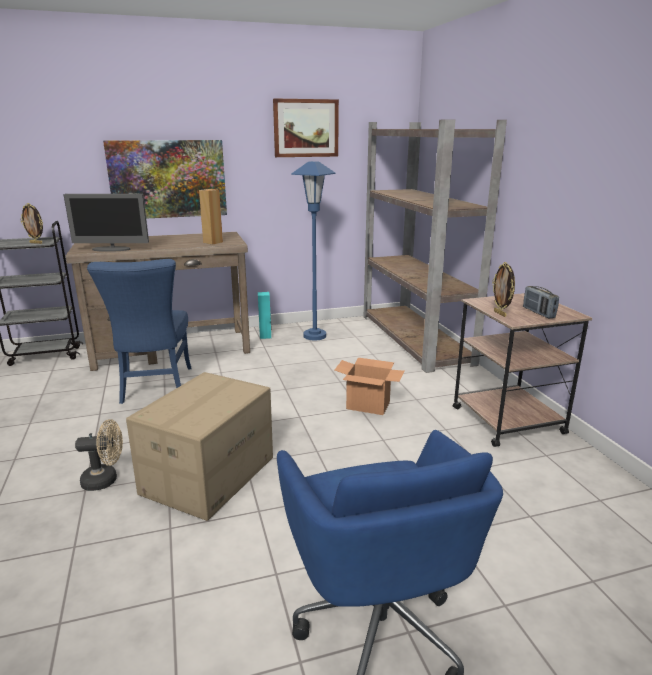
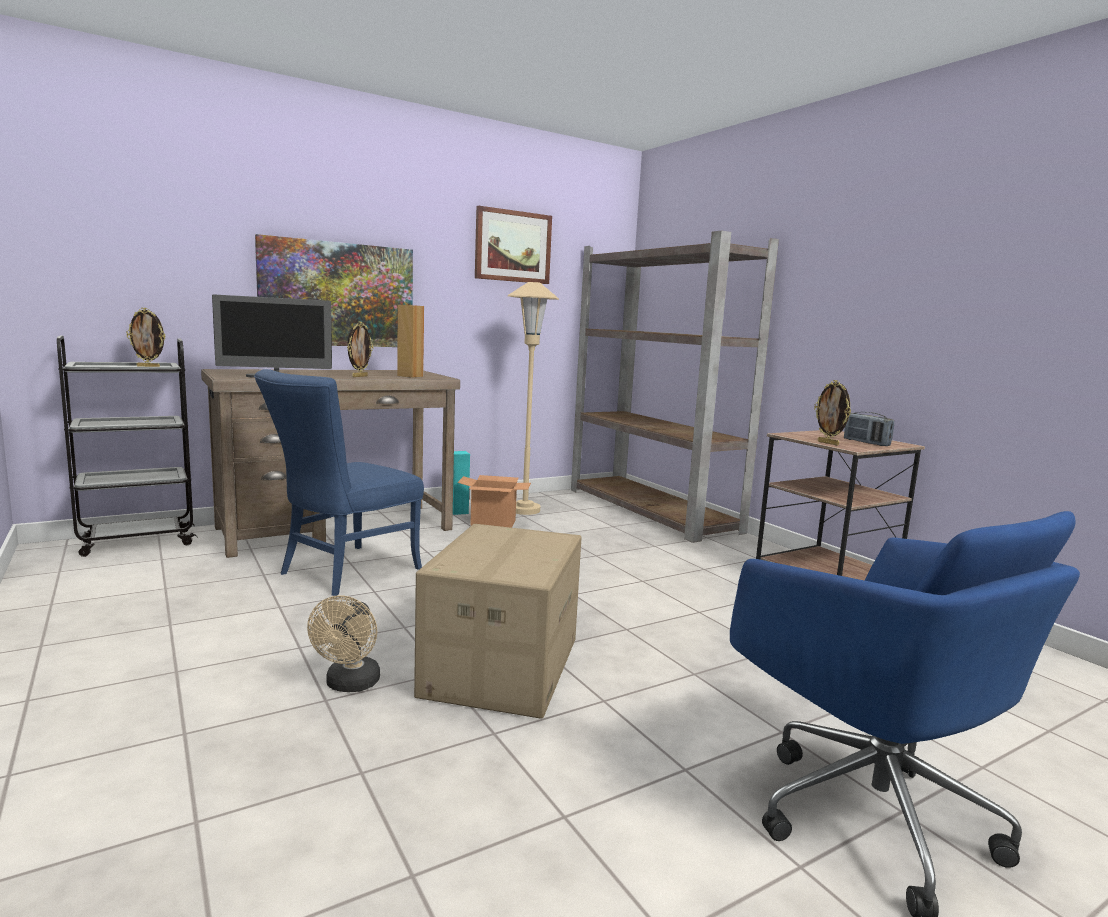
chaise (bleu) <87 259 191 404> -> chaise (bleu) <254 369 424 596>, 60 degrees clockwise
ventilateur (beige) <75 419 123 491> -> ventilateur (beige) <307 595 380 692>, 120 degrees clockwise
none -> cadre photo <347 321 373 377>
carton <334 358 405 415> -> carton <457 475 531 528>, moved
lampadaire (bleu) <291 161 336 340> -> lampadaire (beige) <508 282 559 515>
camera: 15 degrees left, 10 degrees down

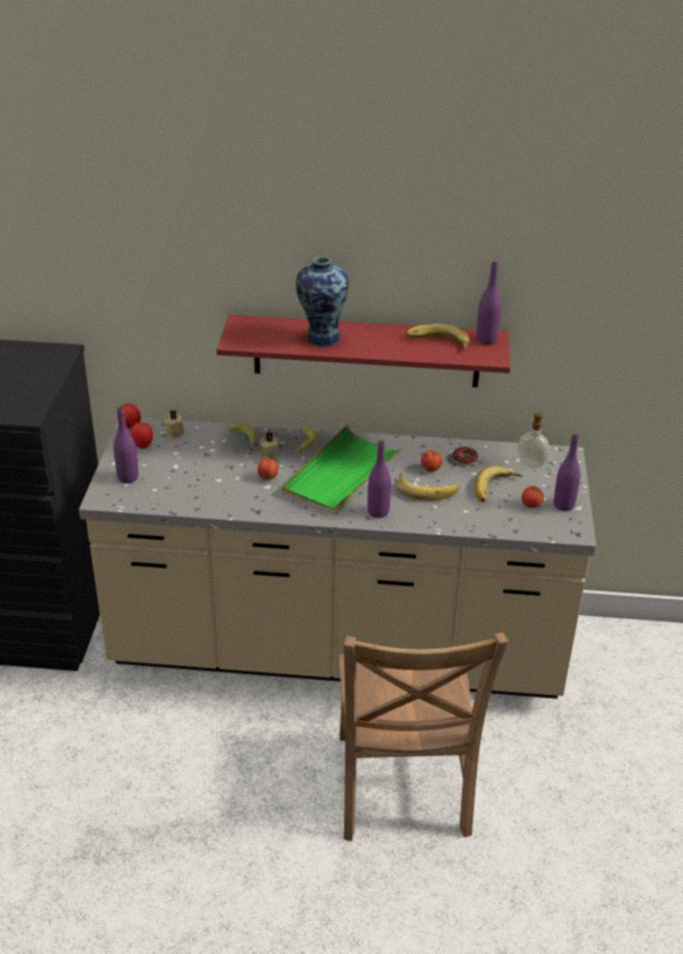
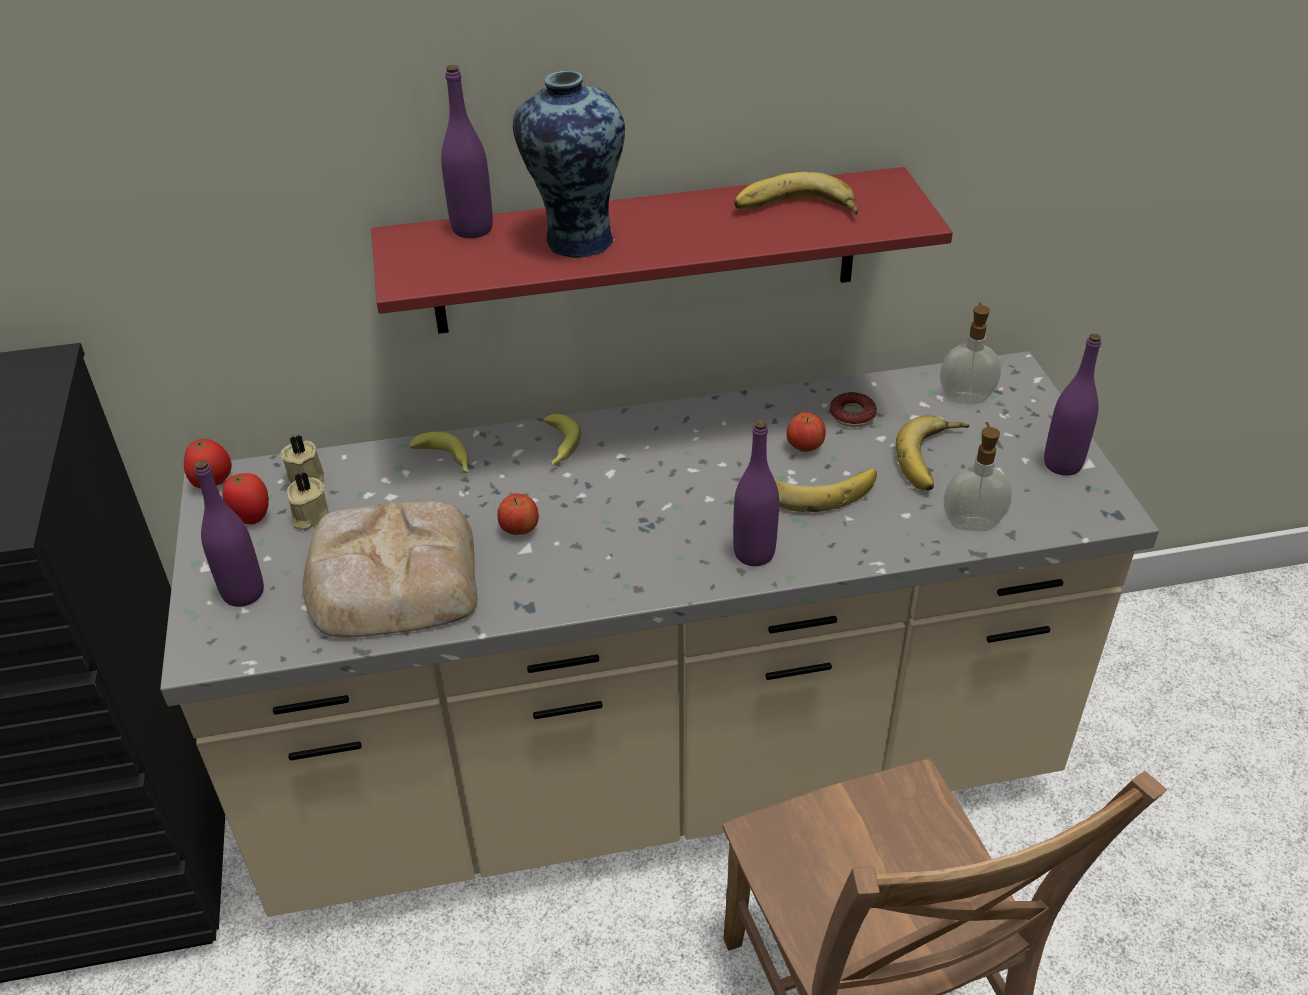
bougie (beige) <260 432 279 460> -> bougie (beige) <287 472 329 531>, moved
none -> pain <302 501 477 637>
bouteille (violet) <476 261 502 345> -> bouteille (violet) <441 65 493 238>, moved
none -> distributeur de savon <944 422 1012 531>
plateau (vert) <282 425 405 515> -> none
pomme <522 486 544 508> -> none
camera: 15 degrees left, 5 degrees up

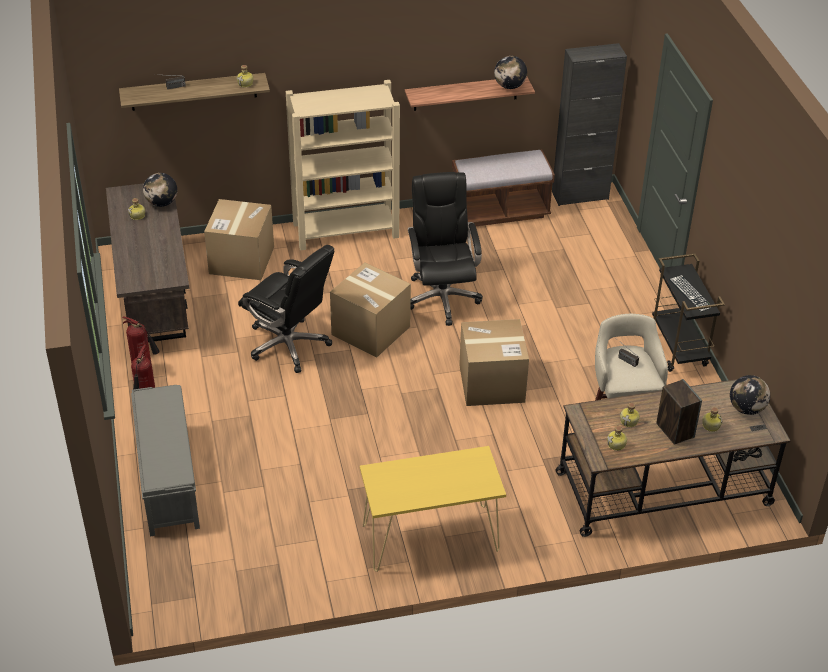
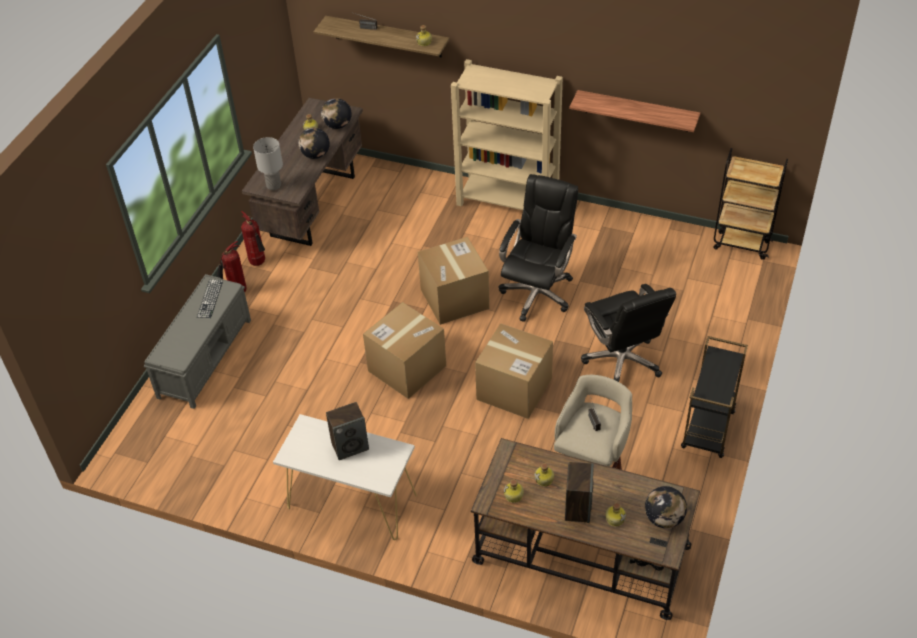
clavier <669 275 713 312> -> clavier <197 280 223 318>, moved
none -> lampe de table (gris) <253 137 283 190>
table console (jaune) <360 446 506 572> -> table console (blanc) <273 414 417 540>
globe <494 56 527 89> -> globe <298 128 330 159>, moved
none -> enceinte <326 402 369 460>
carton <204 199 274 280> -> carton <363 302 446 399>, moved
chaise de bureau (noir) <238 245 335 373> -> chaise de bureau (noir) <581 284 676 382>, moved
meuble de rangement (noir) <552 43 627 206> -> chariot (marron) <713 148 788 260>
banc (marron) <452 150 555 226> -> none
camera: 35 degrees right, 5 degrees up

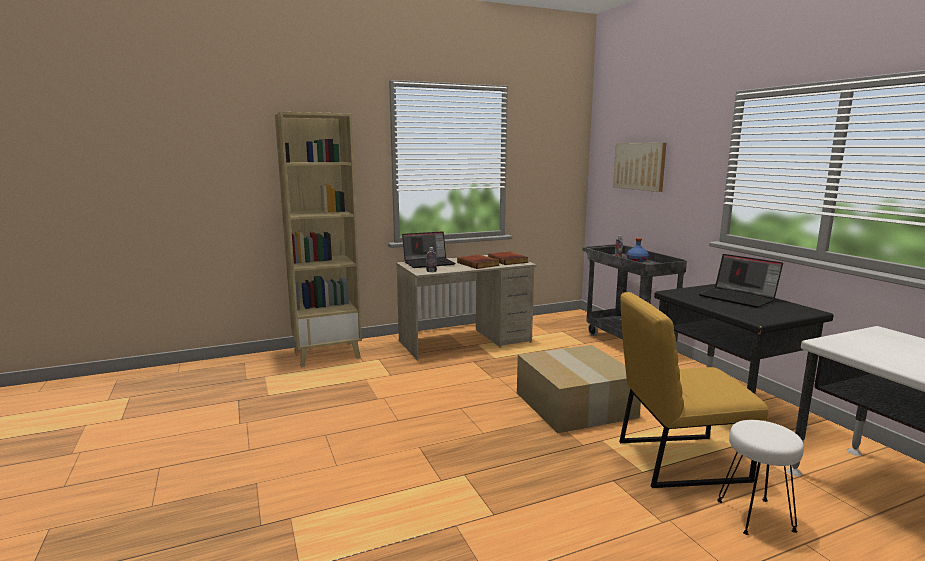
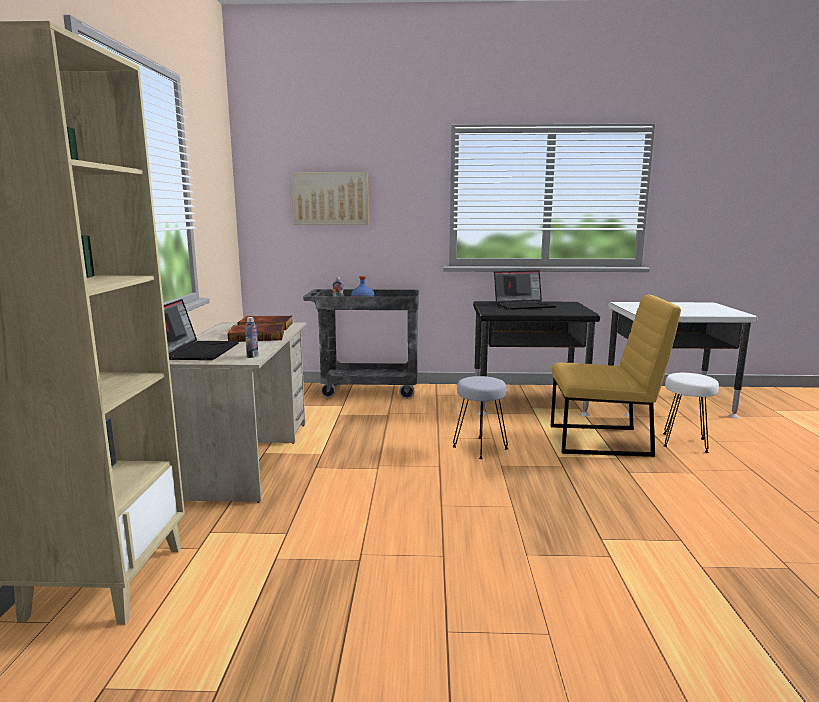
carton <517 345 641 433> -> tabouret (gris) <452 376 508 459>
chaise (jaune) <619 292 768 488> -> chaise (jaune) <551 294 681 457>, 105 degrees counterclockwise
camera: 65 degrees left, 0 degrees up

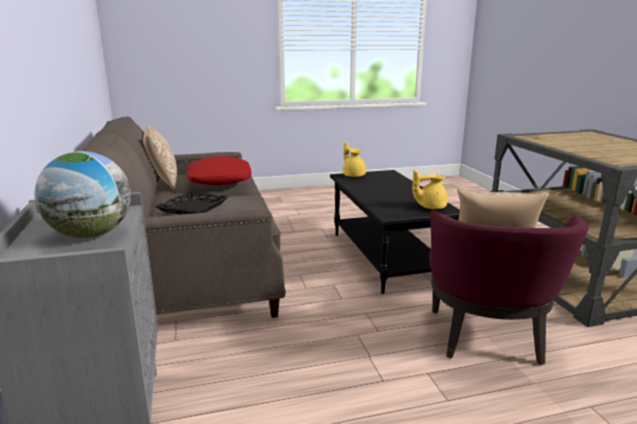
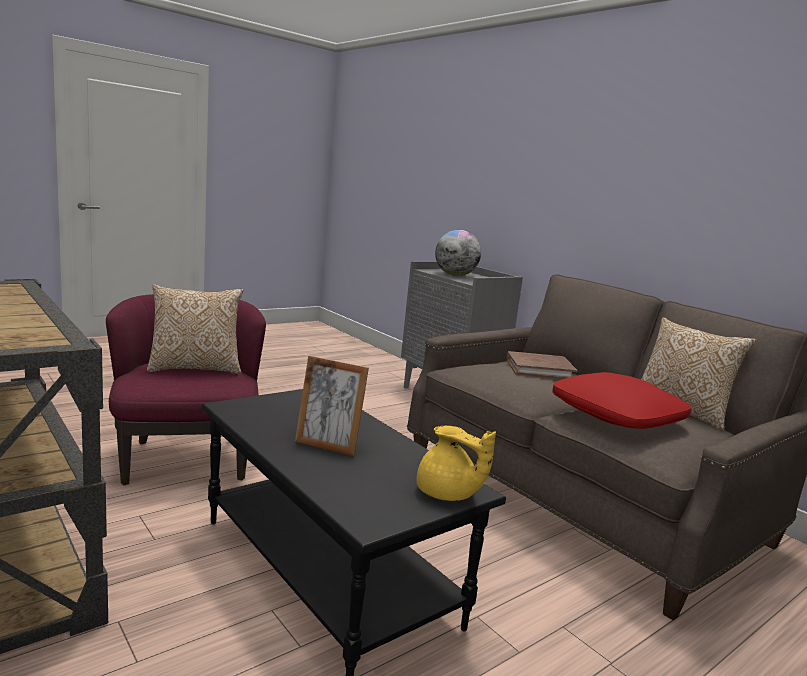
none -> cadre photo <295 356 369 456>
plateau (noir) <155 191 228 215> -> livre (marron) <507 351 577 379>
théière (jaune) <412 170 448 209> -> none
camera: 155 degrees right, 5 degrees down

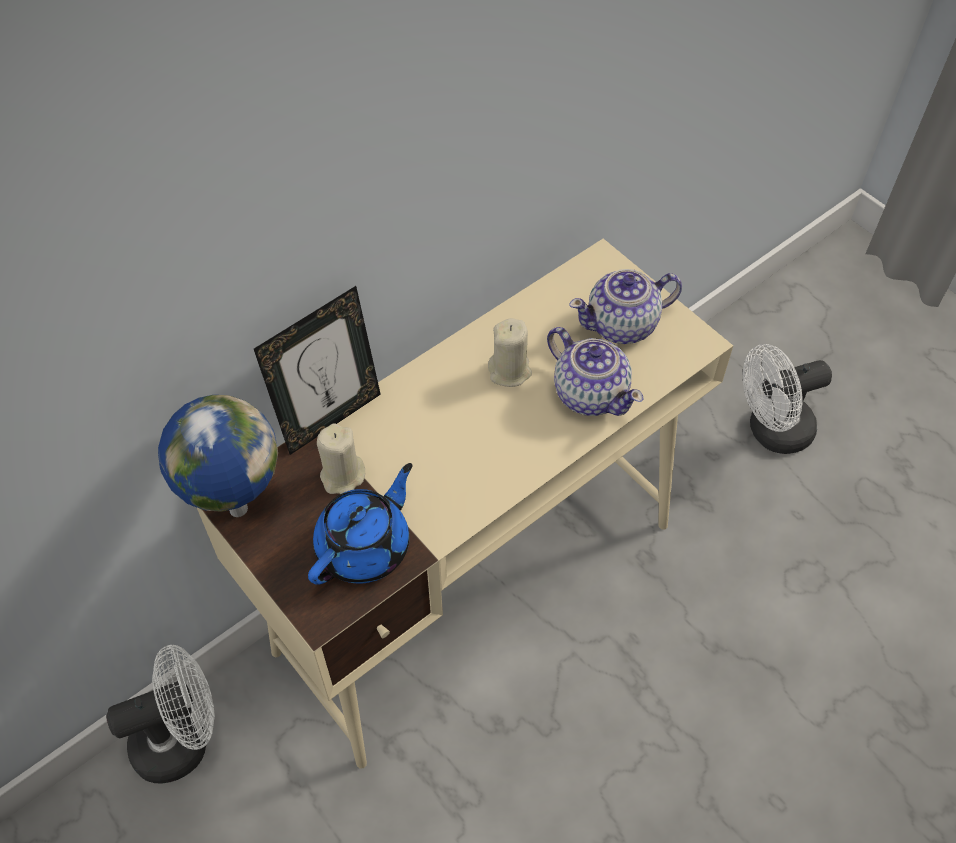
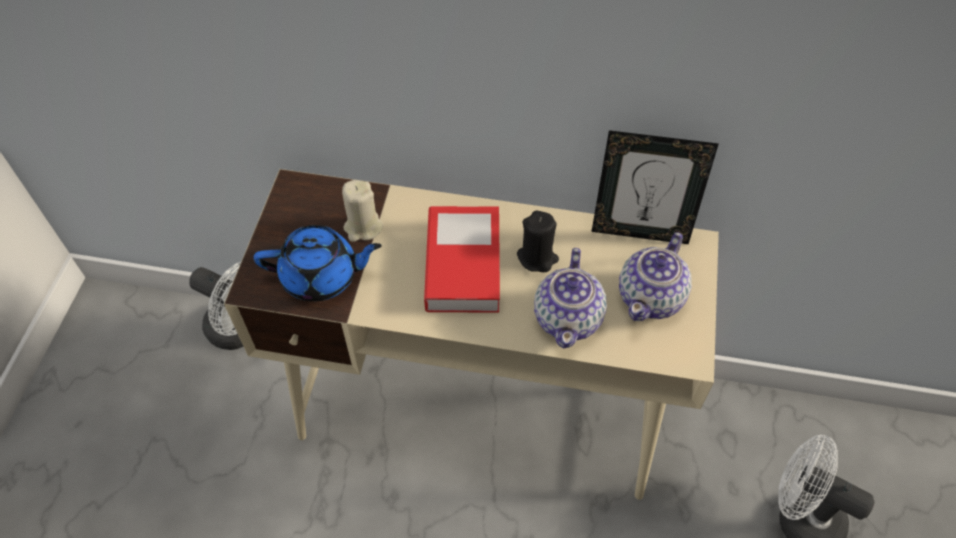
none -> livre <424 206 500 313>
bougie (beige) <488 318 532 387> -> bougie (noir) <517 211 559 272>
cadre photo <254 286 381 455> -> cadre photo <591 130 719 244>, moved
théière <569 269 682 344> -> théière <619 232 692 321>, 90 degrees counterclockwise
globe <158 395 278 517> -> none
camera: 50 degrees right, 0 degrees up

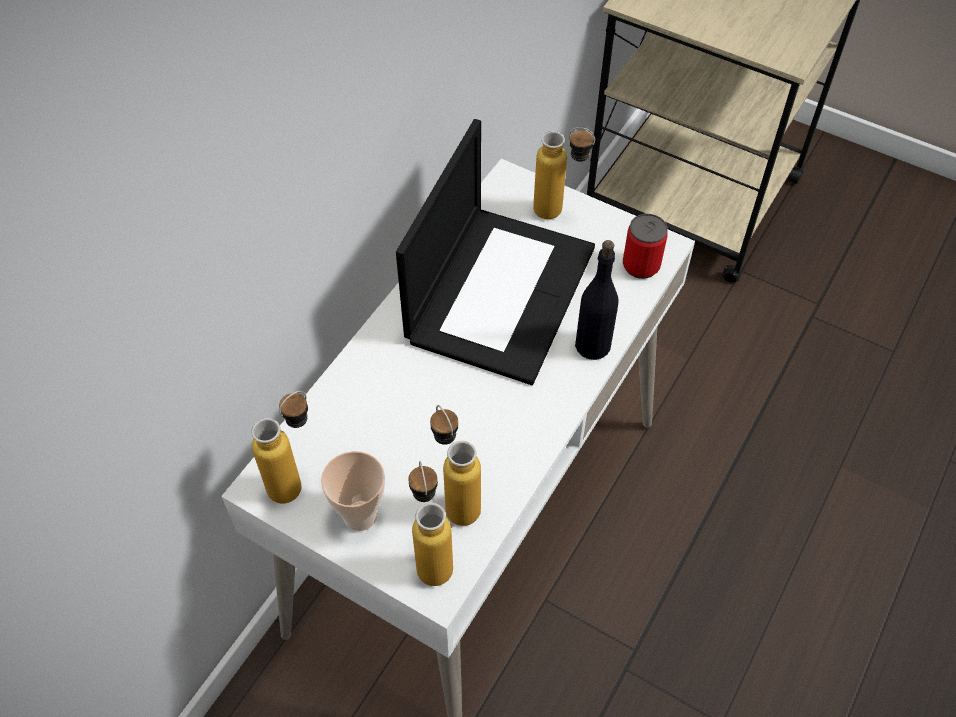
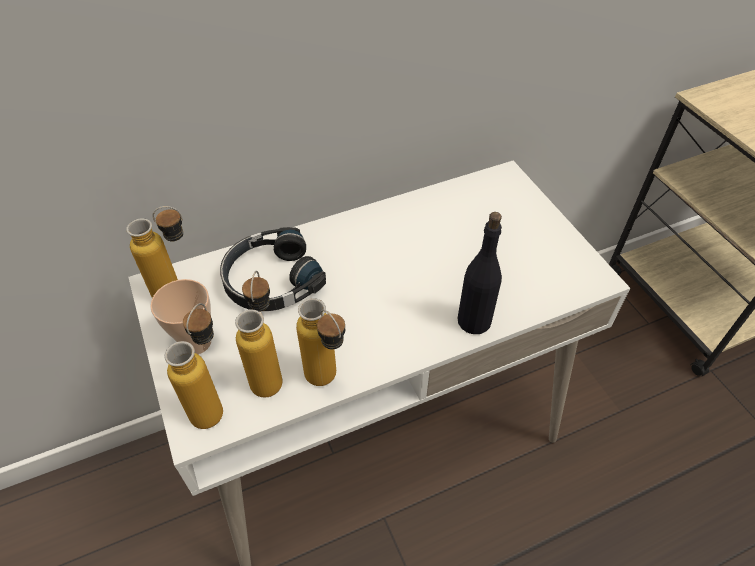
none -> casque audio (noir) <220 227 326 311>
bouteille <533 127 595 219> -> bouteille <296 298 345 386>, moved
ordinateur portable <396 119 595 385> -> none
boîte métallique <623 214 668 279> -> none
camera: 35 degrees right, 5 degrees down

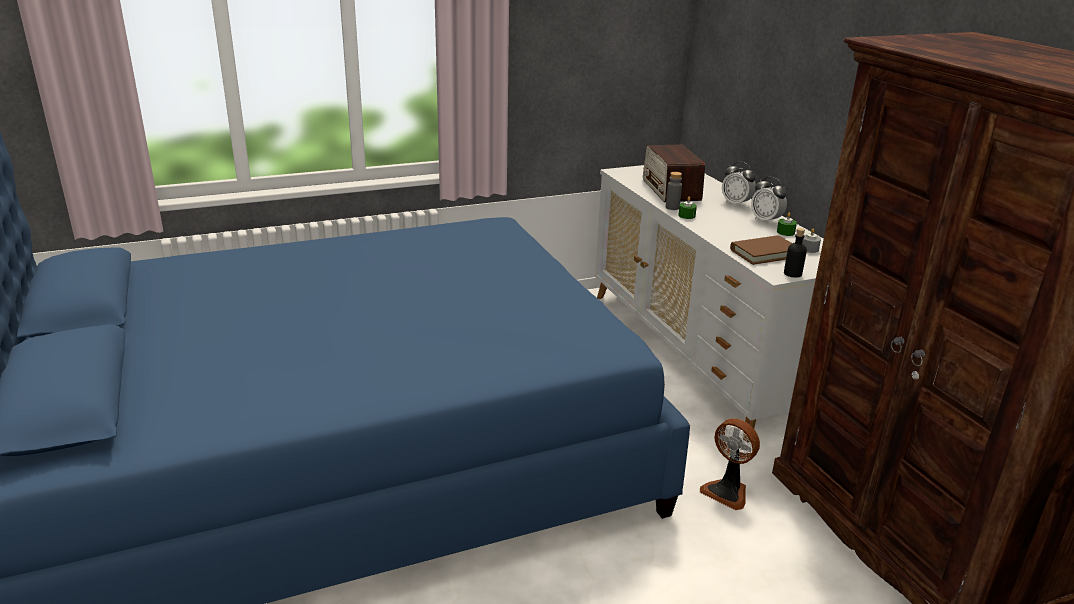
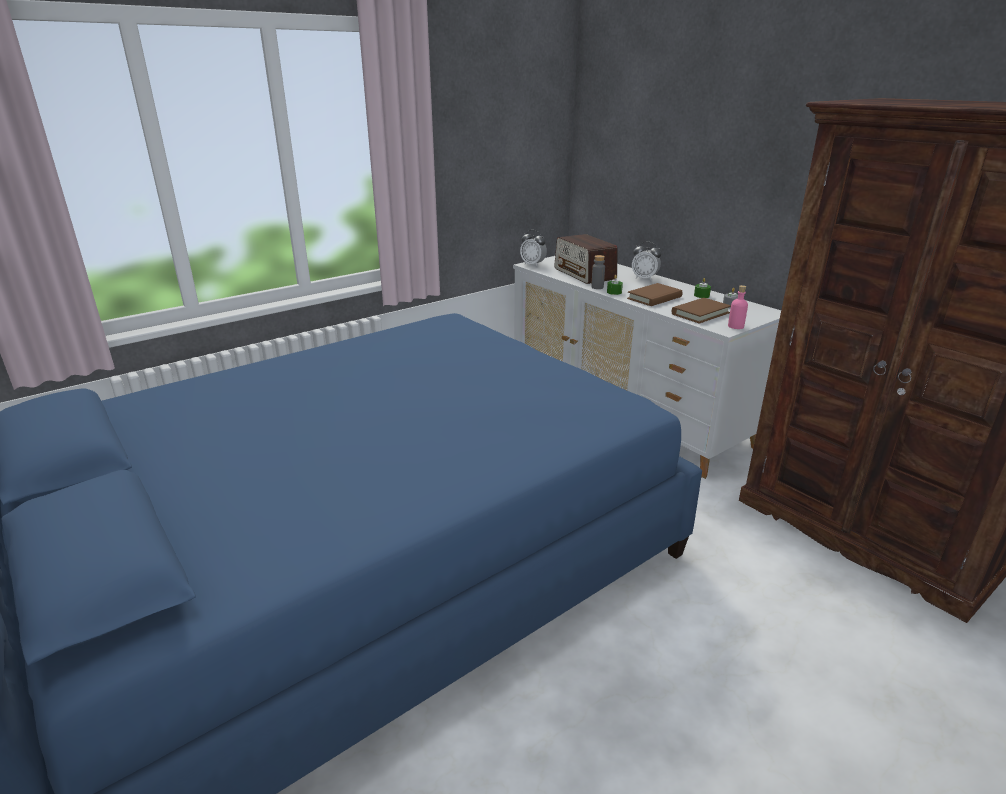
réveil <751 177 787 225> -> réveil <520 230 547 266>, moved
none -> livre (marron) <627 283 683 306>
bouteille (noir) <784 228 807 278> -> bouteille (rose) <728 285 748 329>
ventilateur <700 418 760 510> -> none
camera: 15 degrees left, 0 degrees up

